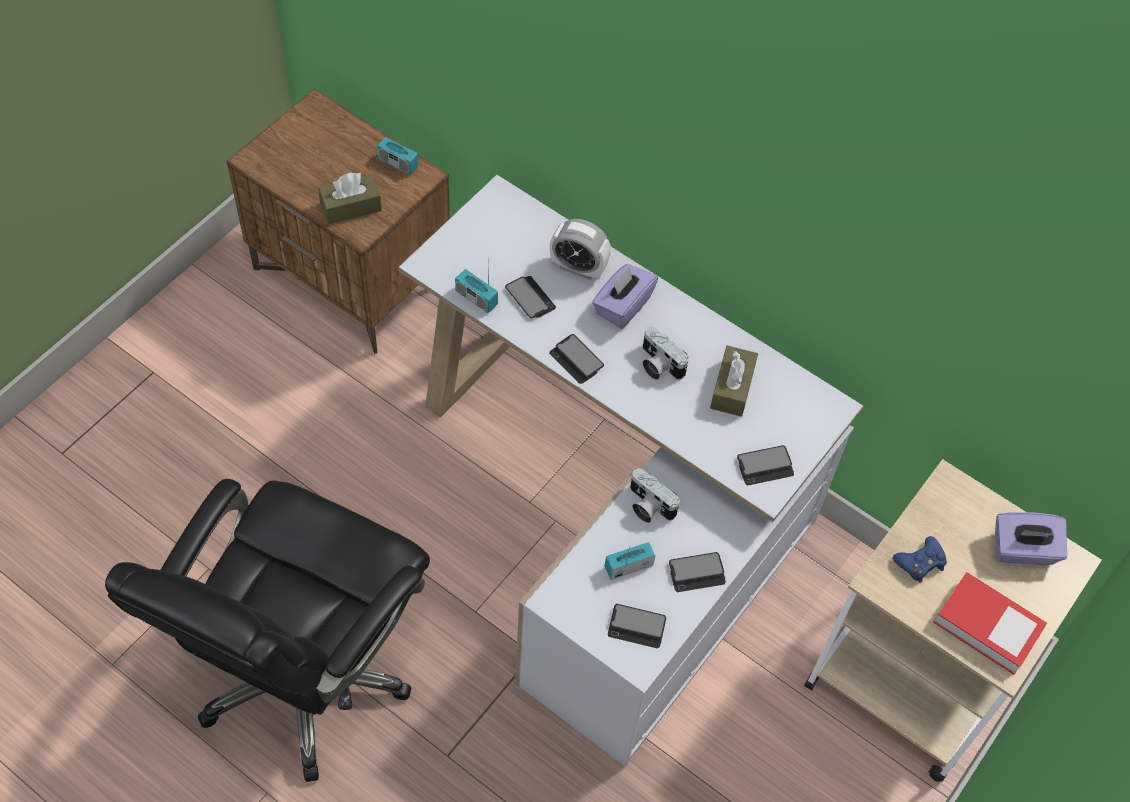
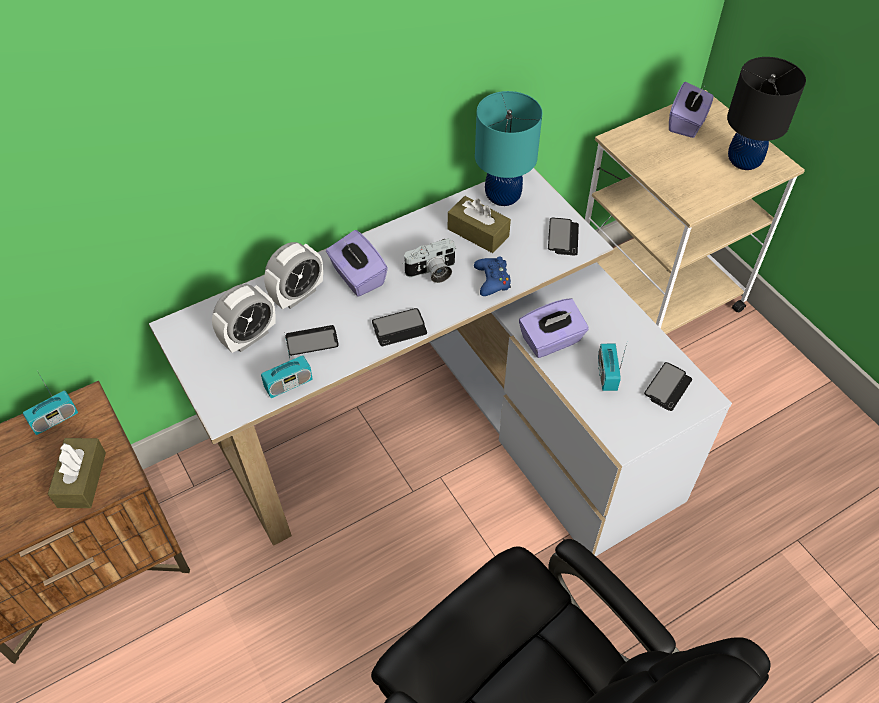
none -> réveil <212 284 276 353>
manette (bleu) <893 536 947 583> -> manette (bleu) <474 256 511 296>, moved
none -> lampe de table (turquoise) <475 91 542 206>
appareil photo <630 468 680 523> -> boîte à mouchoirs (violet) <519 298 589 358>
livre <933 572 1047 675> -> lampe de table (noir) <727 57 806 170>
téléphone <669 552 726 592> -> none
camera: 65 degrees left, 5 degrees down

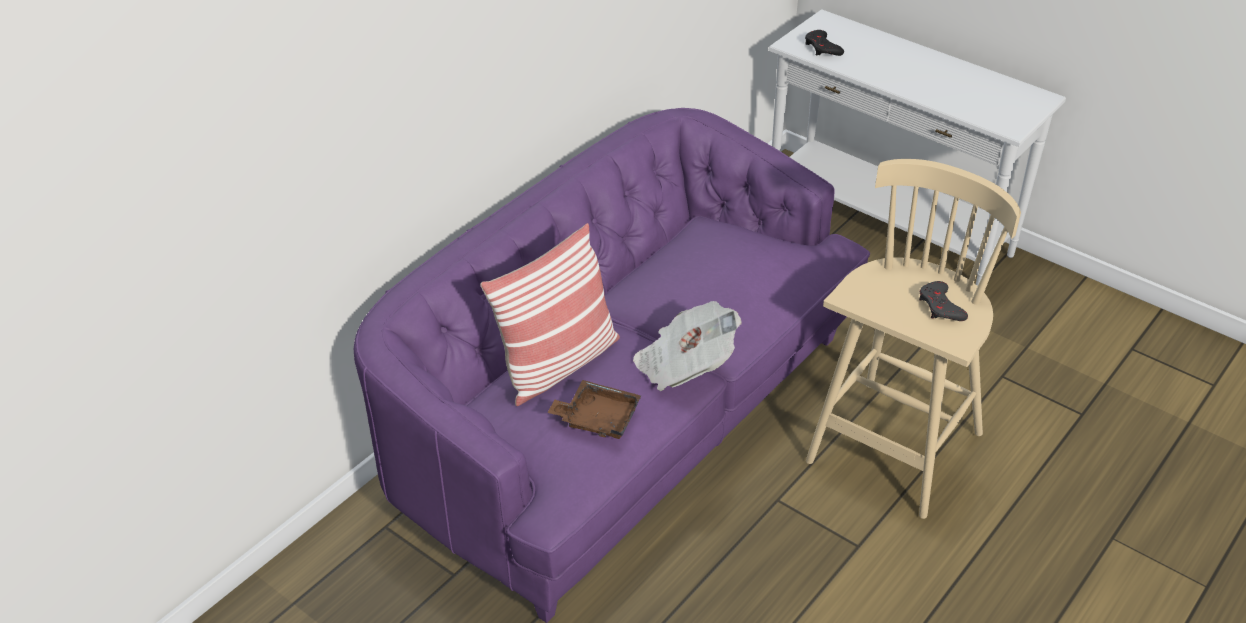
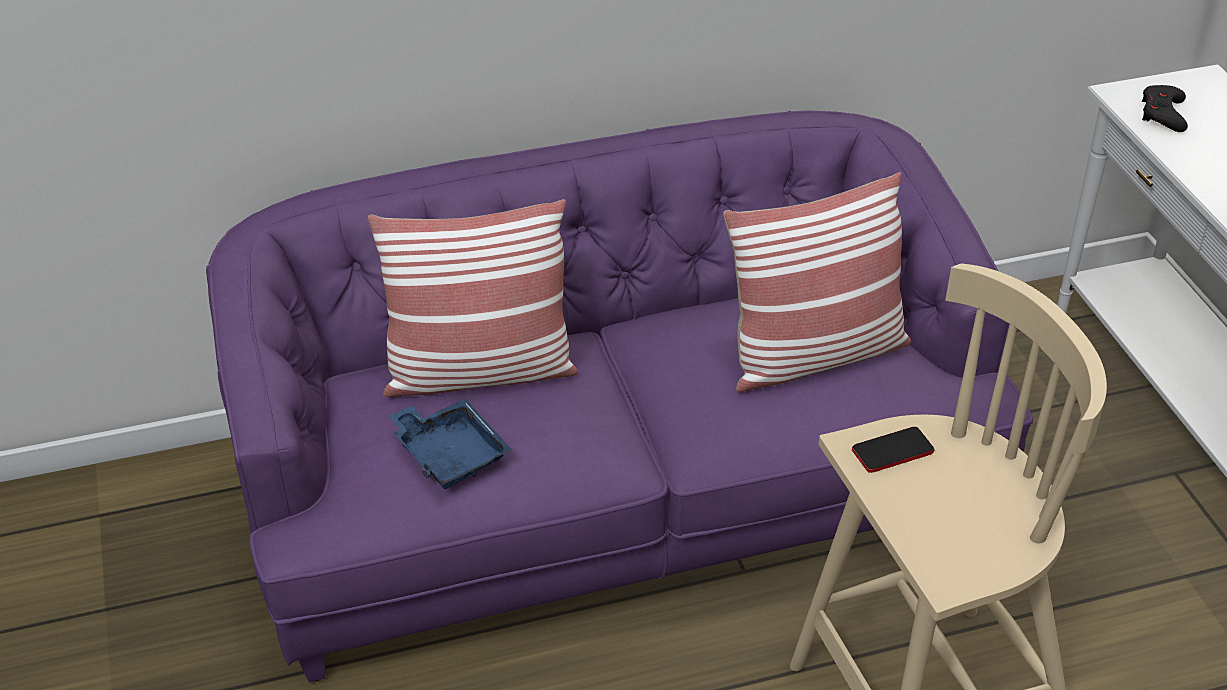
plateau (marron) <547 380 641 439> -> plateau (bleu) <389 398 512 489>
none -> coussin <723 172 911 392>
none -> téléphone <852 427 934 473>
journal <633 301 742 391> -> none
manette (gris) <919 281 968 321> -> none
camera: 35 degrees right, 0 degrees up

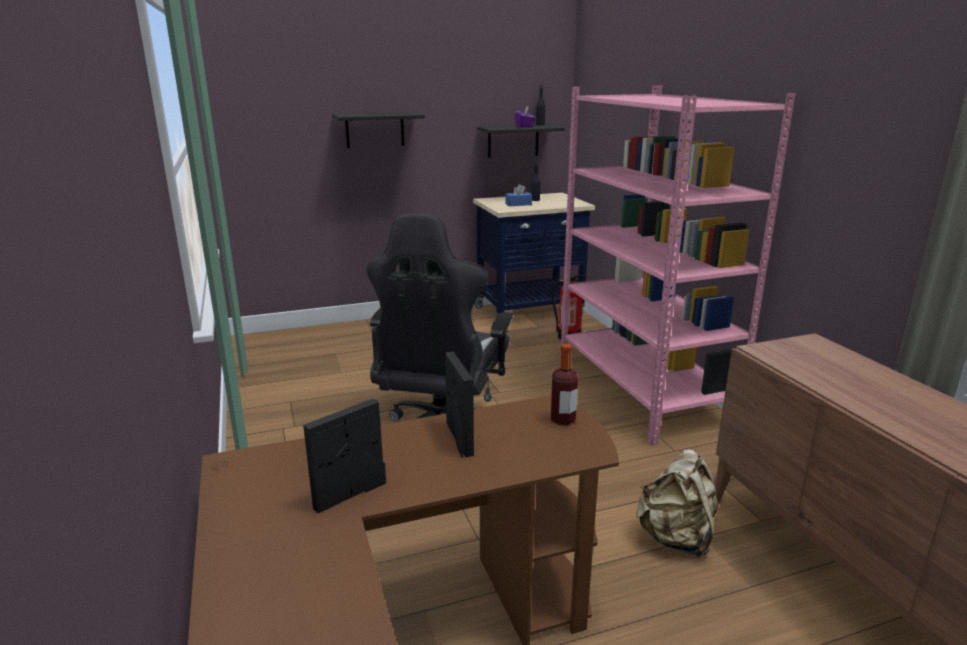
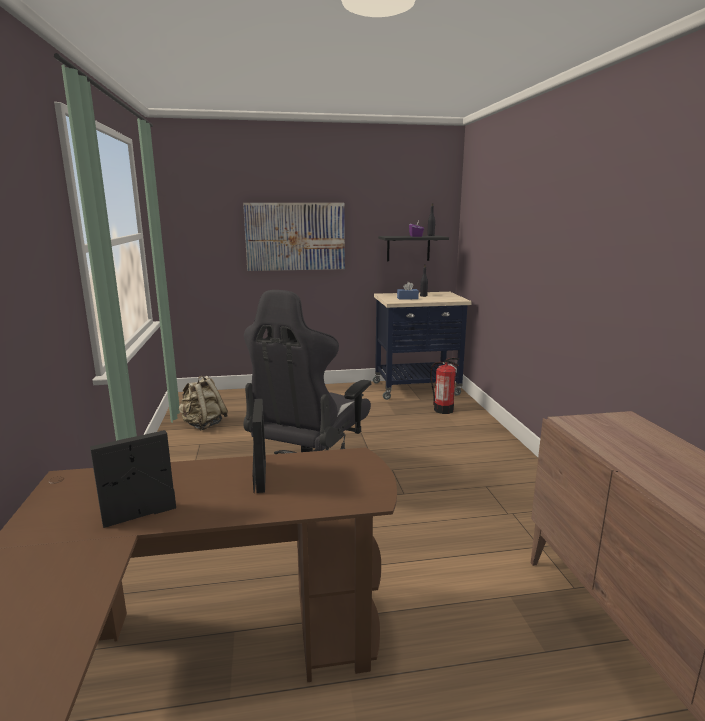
sac à dos (beige) <636 449 718 558> -> sac à dos (beige) <178 376 228 430>, moved
étagère (noir) <332 112 425 148> -> tableau <243 203 345 271>
bouteille <551 344 578 426> -> none
bibliothèque (rose) <560 85 795 446> -> none
camera: 10 degrees right, 5 degrees down

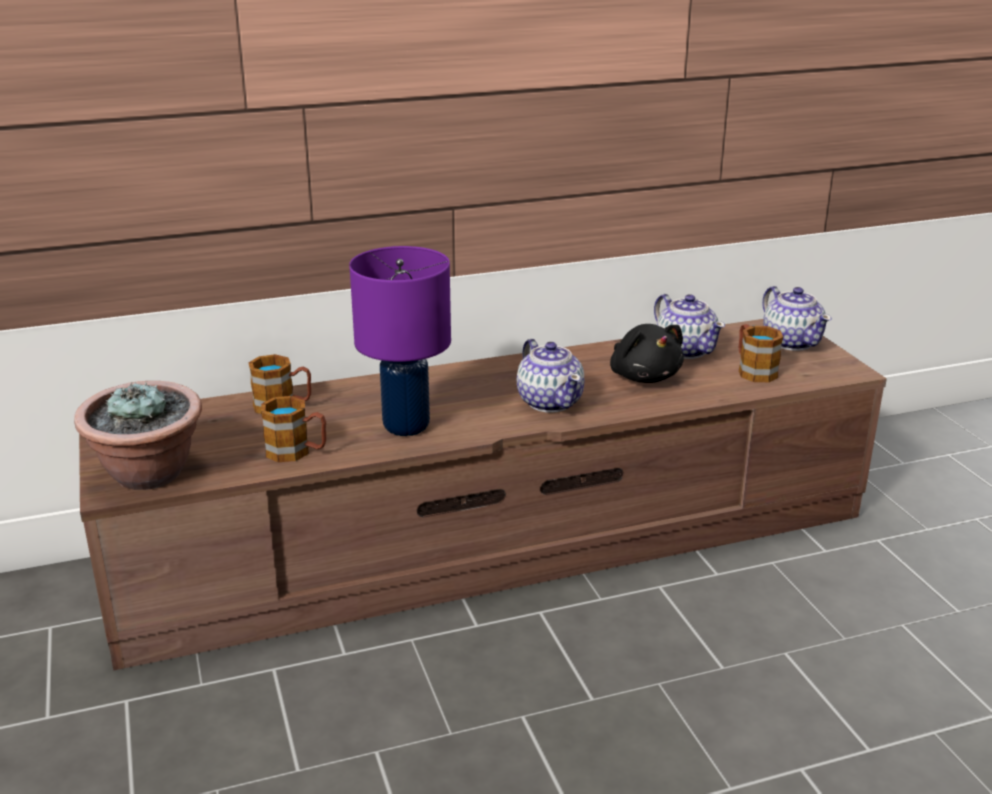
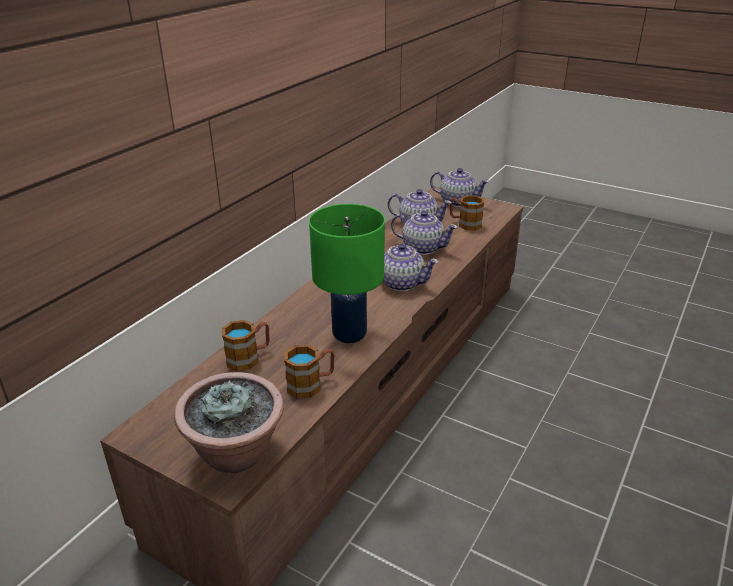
lampe de table (violet) <349 246 451 436> -> lampe de table (vert) <309 204 385 343>
peluche (noir) <610 324 684 383> -> théière <391 211 458 255>
camera: 40 degrees left, 5 degrees up

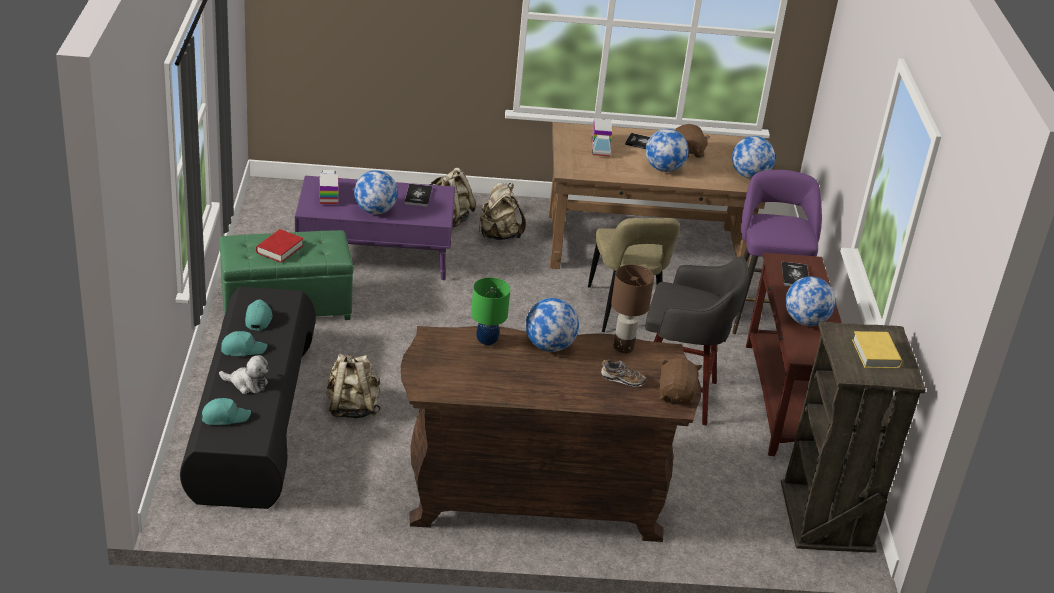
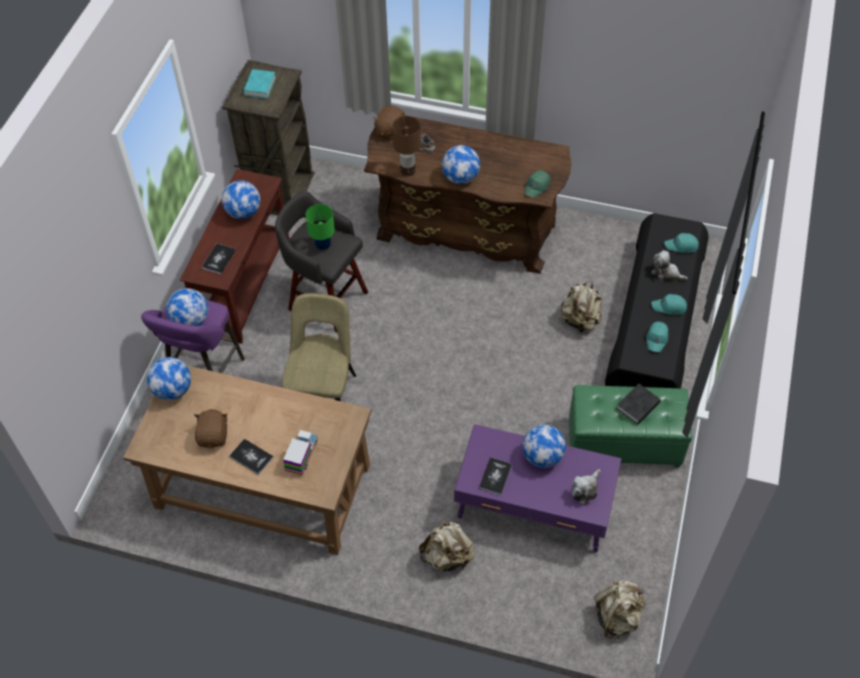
globe <646 129 689 172> -> globe <166 288 208 326>, moved
livre (jaune) <852 331 902 369> -> livre (turquoise) <243 69 276 99>
lampe de table (vert) <471 278 510 345> -> lampe de table (vert) <306 204 335 250>, moved
none -> casquette (vert) <524 170 550 198>
camion jouet <319 170 338 204> -> peluche <572 469 601 505>
sac à dos (beige) <479 182 526 240> -> sac à dos (beige) <594 581 645 640>, moved
livre (rouge) <256 229 304 263> -> livre (noir) <617 384 661 424>
camera: 160 degrees left, 20 degrees up

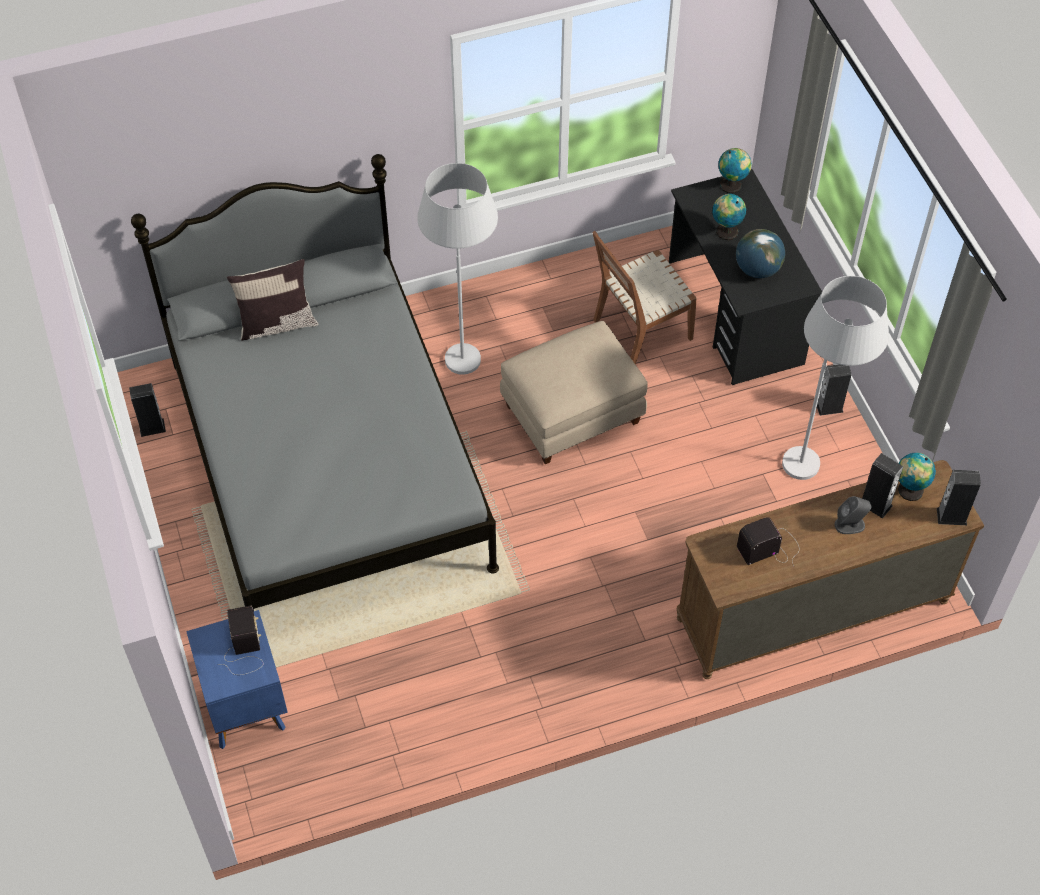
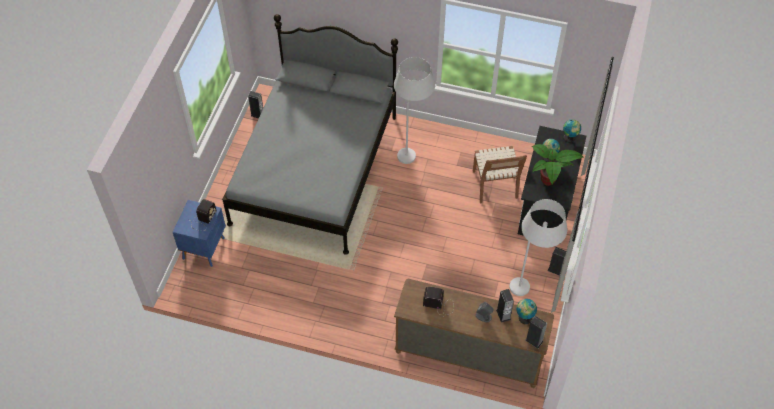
chaise <592 231 697 364> -> chaise <473 146 527 203>, 105 degrees counterclockwise
globe <736 229 785 278> -> plante en pot <532 144 584 186>
coussin <227 259 318 340> -> none
pouf (beige) <500 321 648 464> -> none
camera: 35 degrees right, 0 degrees up

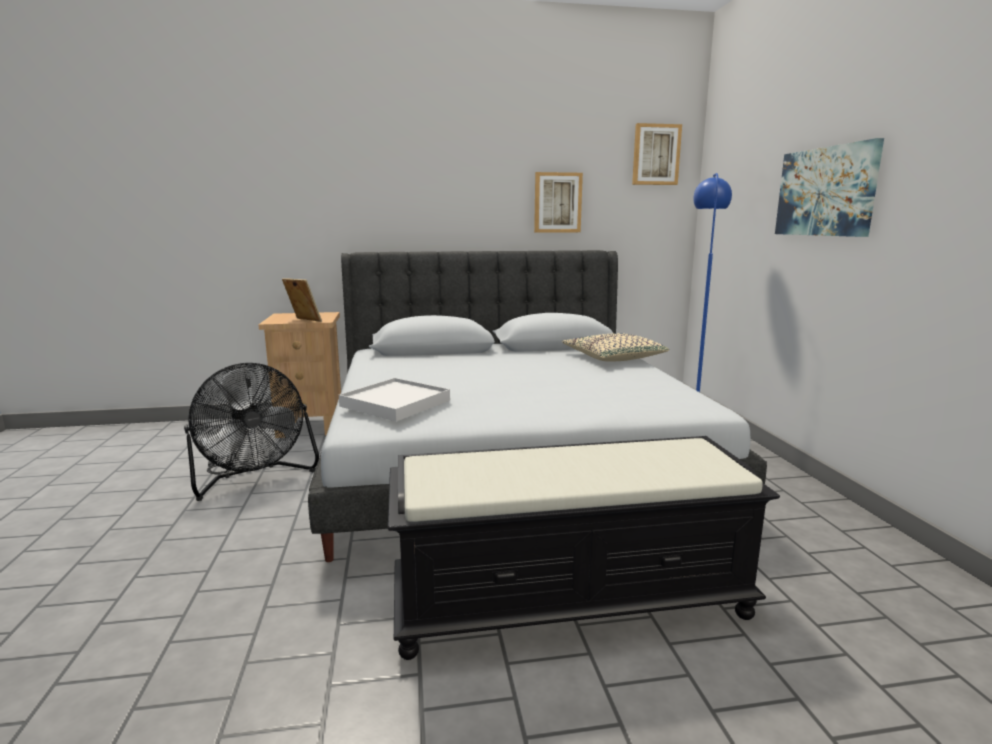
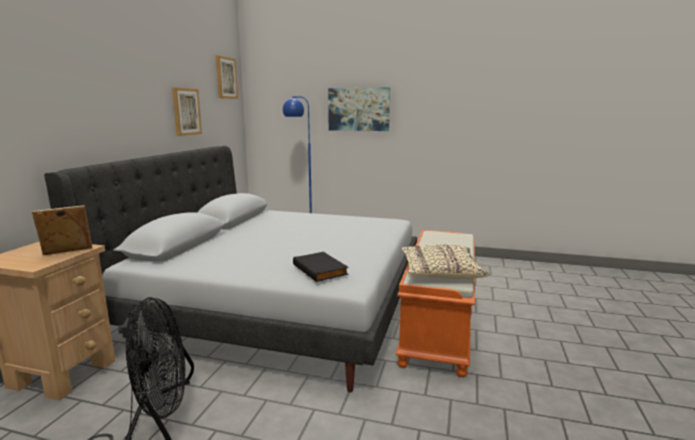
plateau (blanc) <339 378 450 422> -> livre (noir) <293 252 349 282>
banc (noir) <388 436 780 660> -> banc (orange) <395 230 475 378>
coussin (beige) <562 333 669 362> -> coussin (beige) <402 245 490 279>, moved
camera: 65 degrees left, 0 degrees up

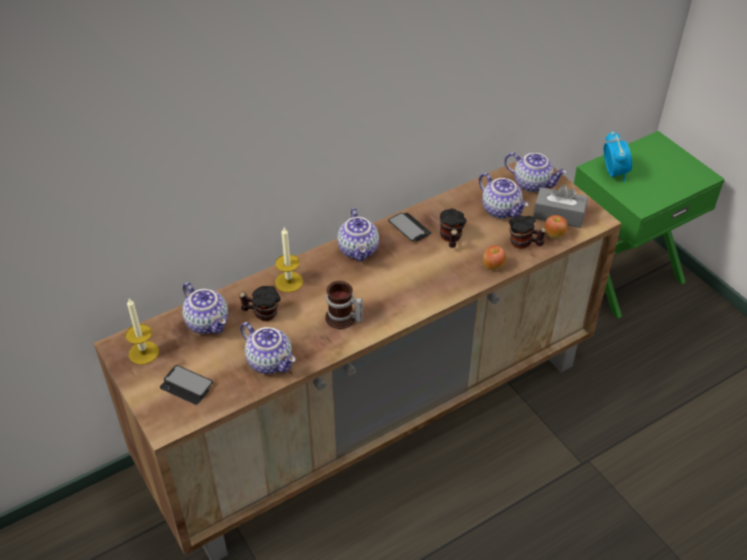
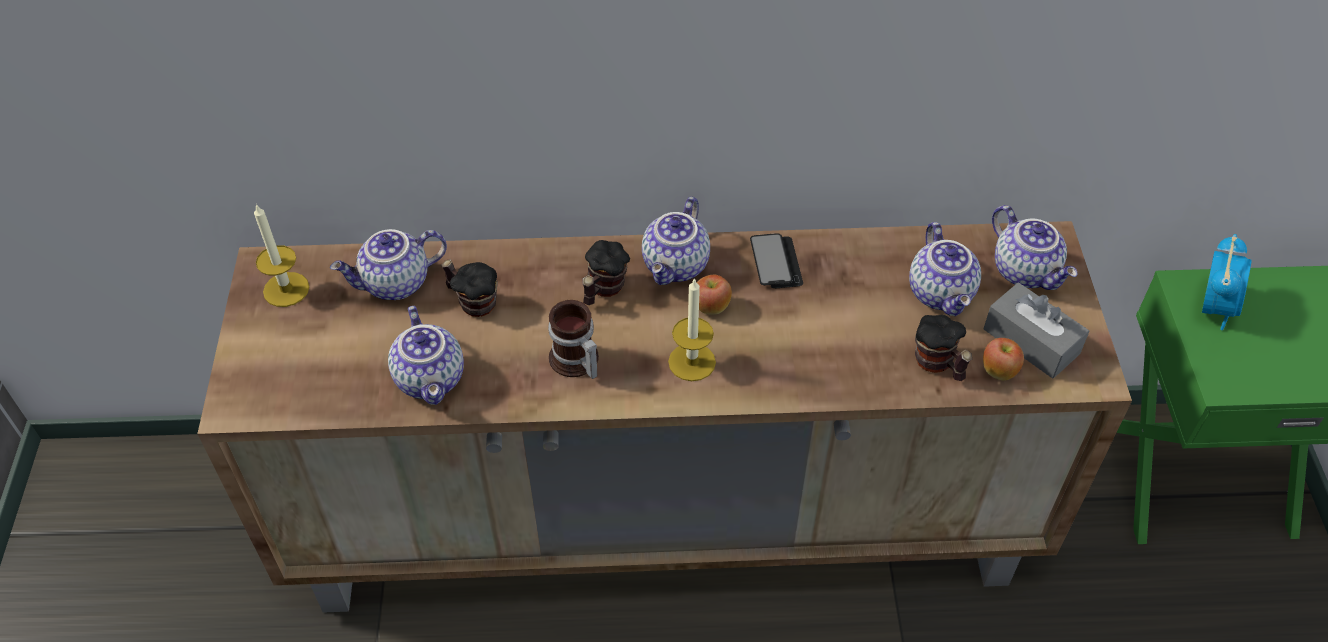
théière <182 282 228 334> -> théière <330 229 447 300>, 75 degrees clockwise
mug <440 209 467 248> -> mug <583 240 630 305>, moved
bougie <275 227 303 292> -> bougie <668 278 716 381>, moved
pomme <483 246 506 270> -> pomme <697 275 732 314>, moved
téléphone <160 365 213 405> -> none
camera: 30 degrees right, 5 degrees up

